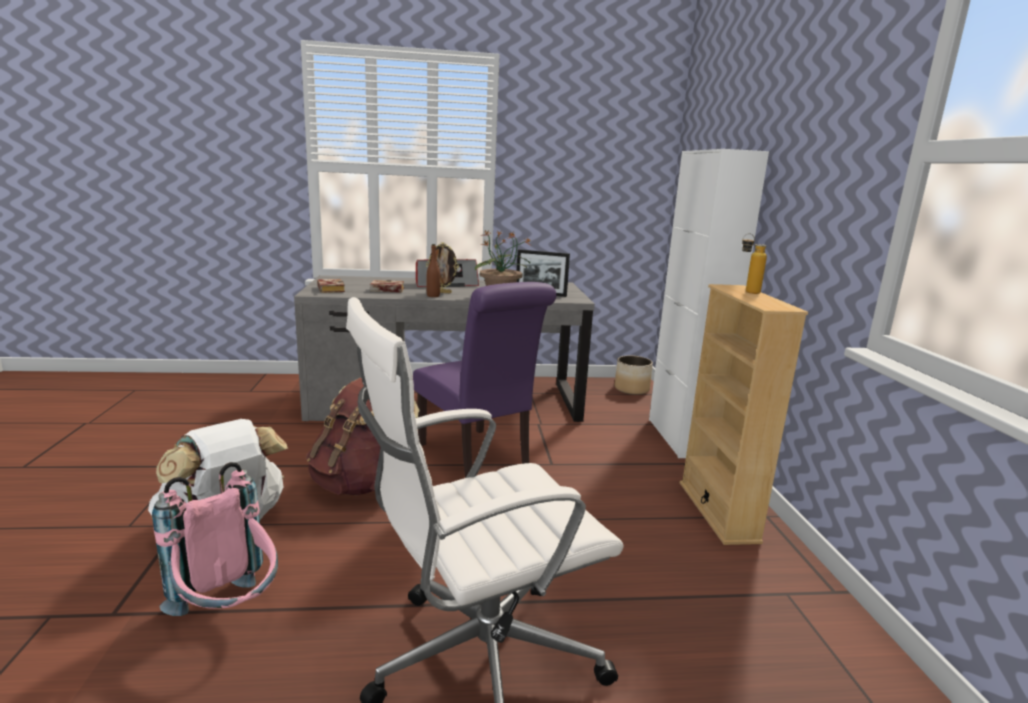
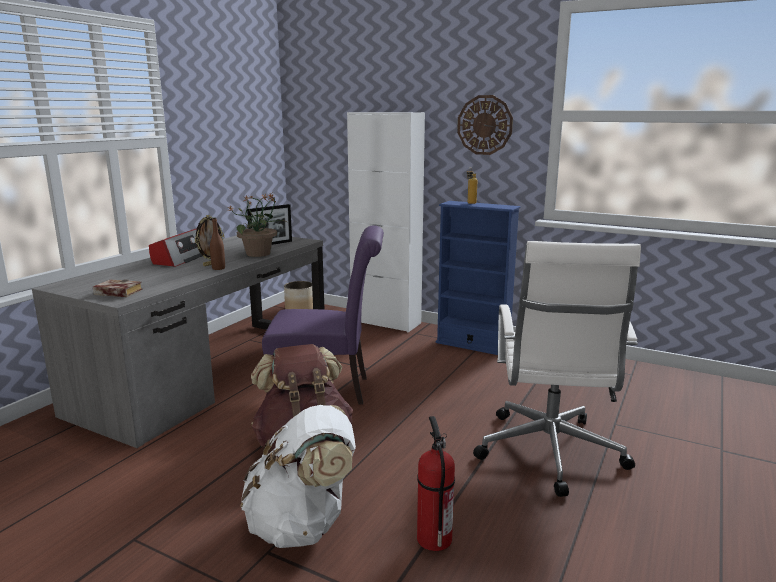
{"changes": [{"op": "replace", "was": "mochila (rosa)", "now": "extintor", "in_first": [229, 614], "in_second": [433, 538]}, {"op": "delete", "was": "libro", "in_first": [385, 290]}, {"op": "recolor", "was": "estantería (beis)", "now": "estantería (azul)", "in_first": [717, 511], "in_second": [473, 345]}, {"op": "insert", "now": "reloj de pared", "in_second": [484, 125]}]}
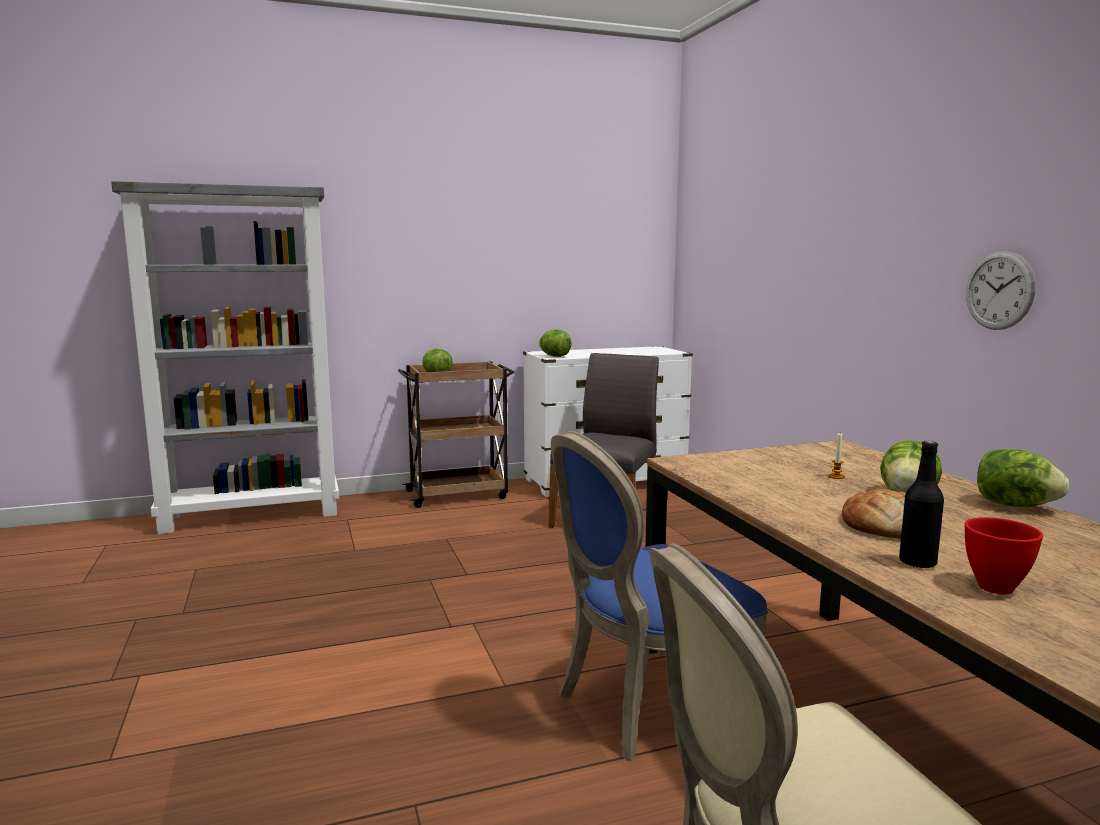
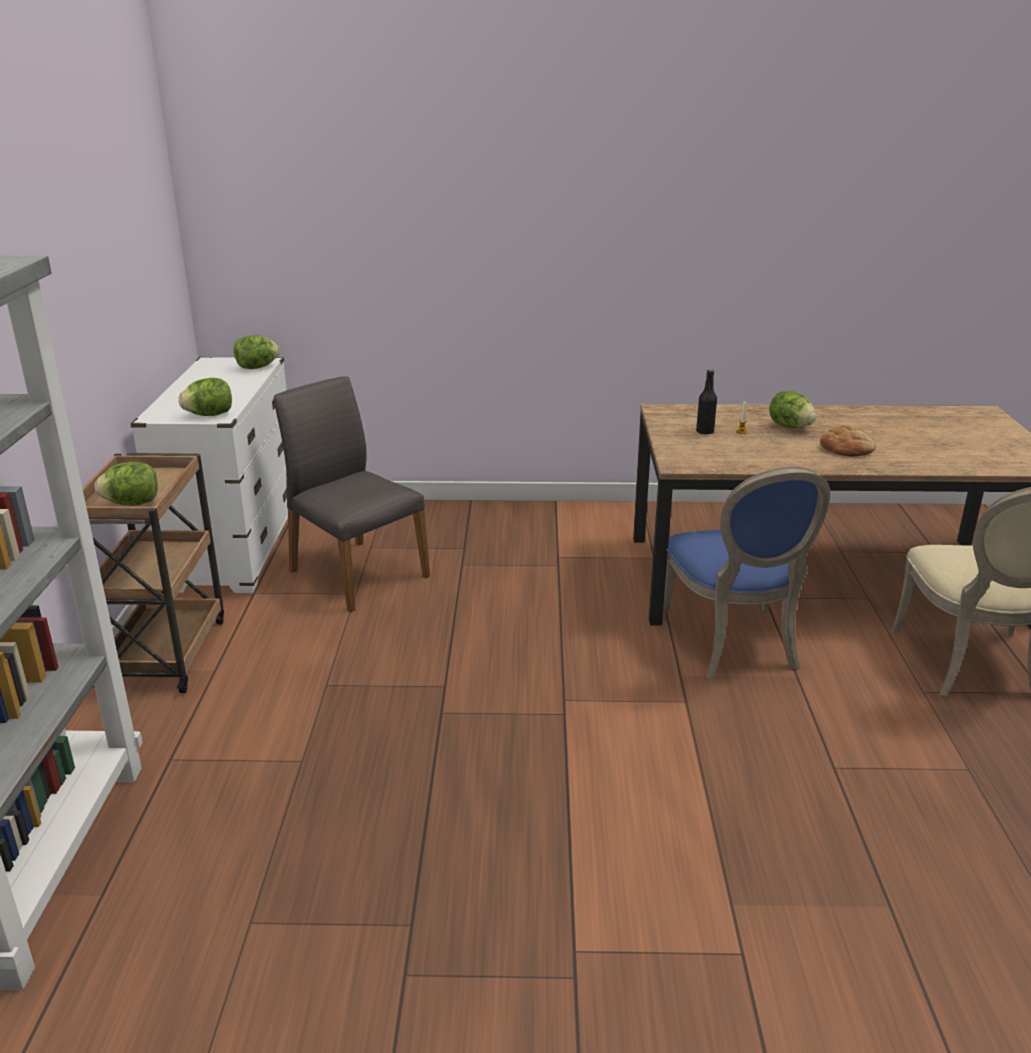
{"changes": [{"op": "move", "was": "botella (negro)", "in_first": [917, 563], "in_second": [705, 432]}, {"op": "delete", "was": "cuenco (rojo)", "in_first": [993, 587]}, {"op": "delete", "was": "reloj de pared", "in_first": [999, 290]}, {"op": "move", "was": "lechuga", "in_first": [1014, 505], "in_second": [257, 367]}]}
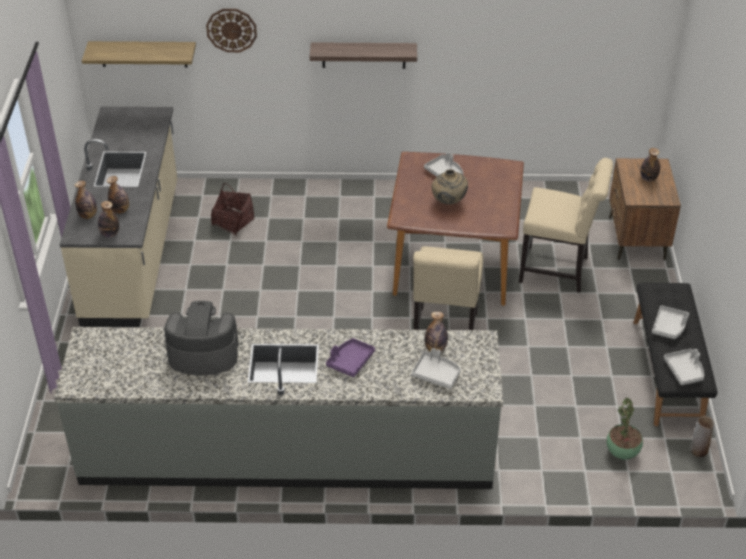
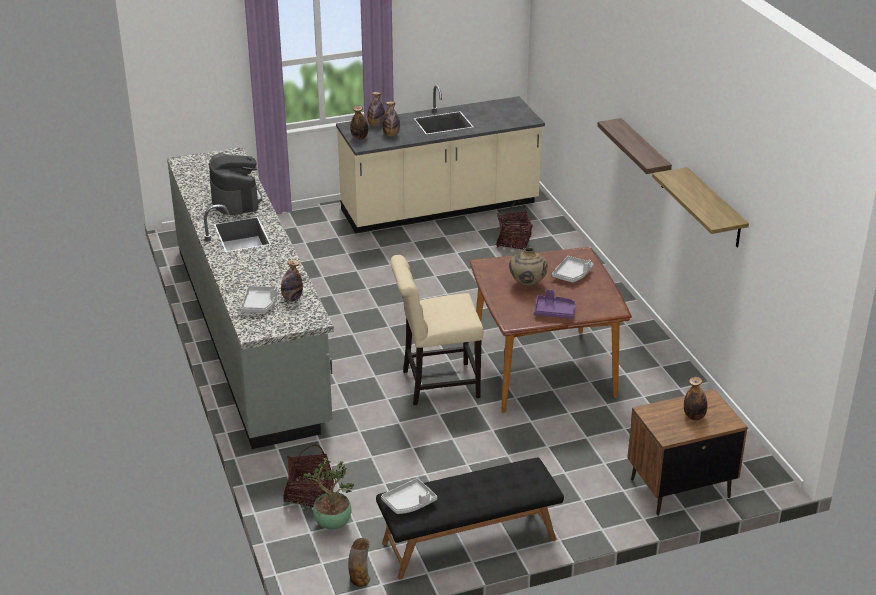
{"changes": [{"op": "move", "was": "estante", "in_first": [143, 54], "in_second": [715, 209]}, {"op": "delete", "was": "reloj de pared", "in_first": [231, 30]}, {"op": "move", "was": "bandeja (morado)", "in_first": [350, 361], "in_second": [554, 312]}, {"op": "delete", "was": "silla (beis)", "in_first": [558, 271]}, {"op": "delete", "was": "bandeja (gris)", "in_first": [669, 327]}, {"op": "insert", "now": "cesta", "in_second": [308, 494]}]}
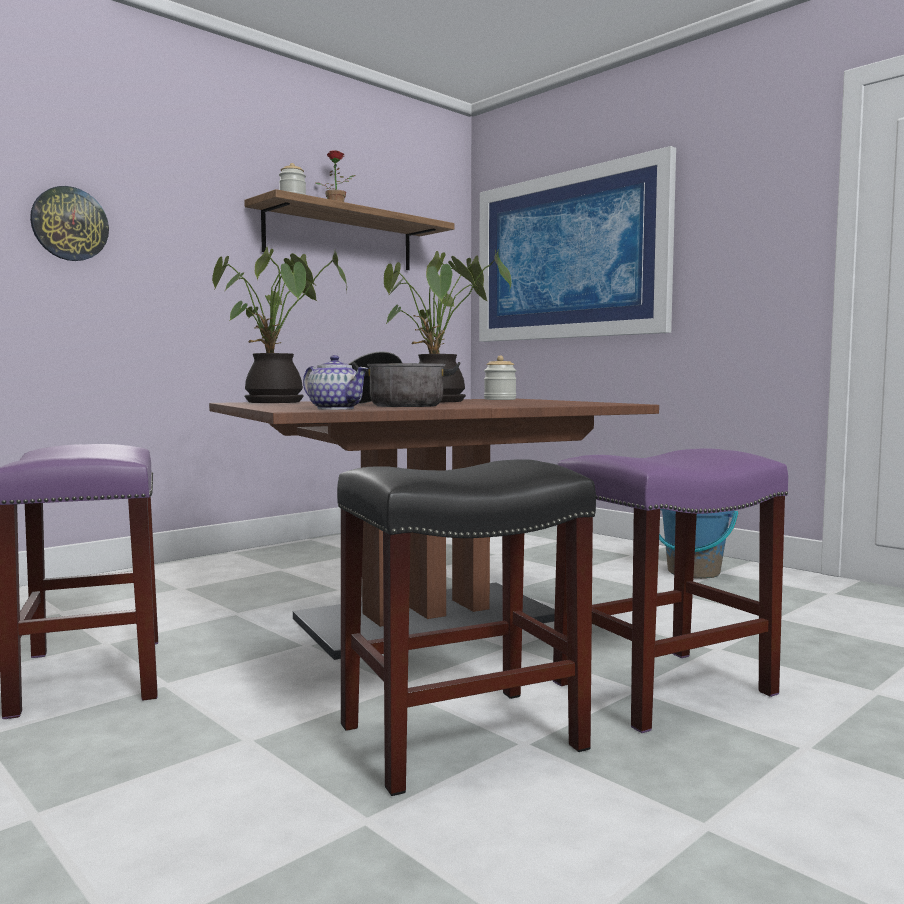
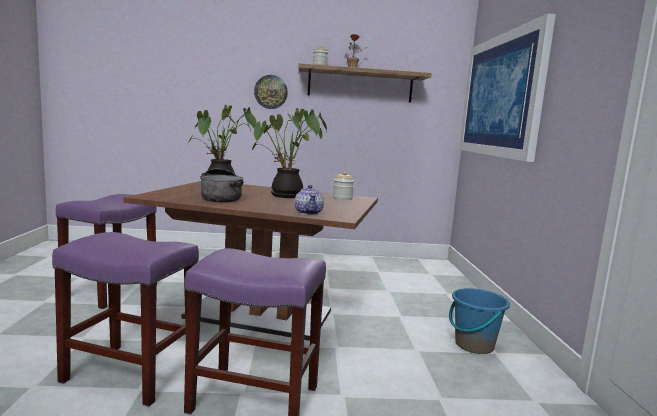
{"changes": [{"op": "move", "was": "reloj de pared", "in_first": [69, 224], "in_second": [271, 92]}, {"op": "move", "was": "tetera", "in_first": [335, 408], "in_second": [309, 213]}, {"op": "recolor", "was": "taburete (negro)", "now": "taburete (morado)", "in_first": [459, 738], "in_second": [129, 374]}]}
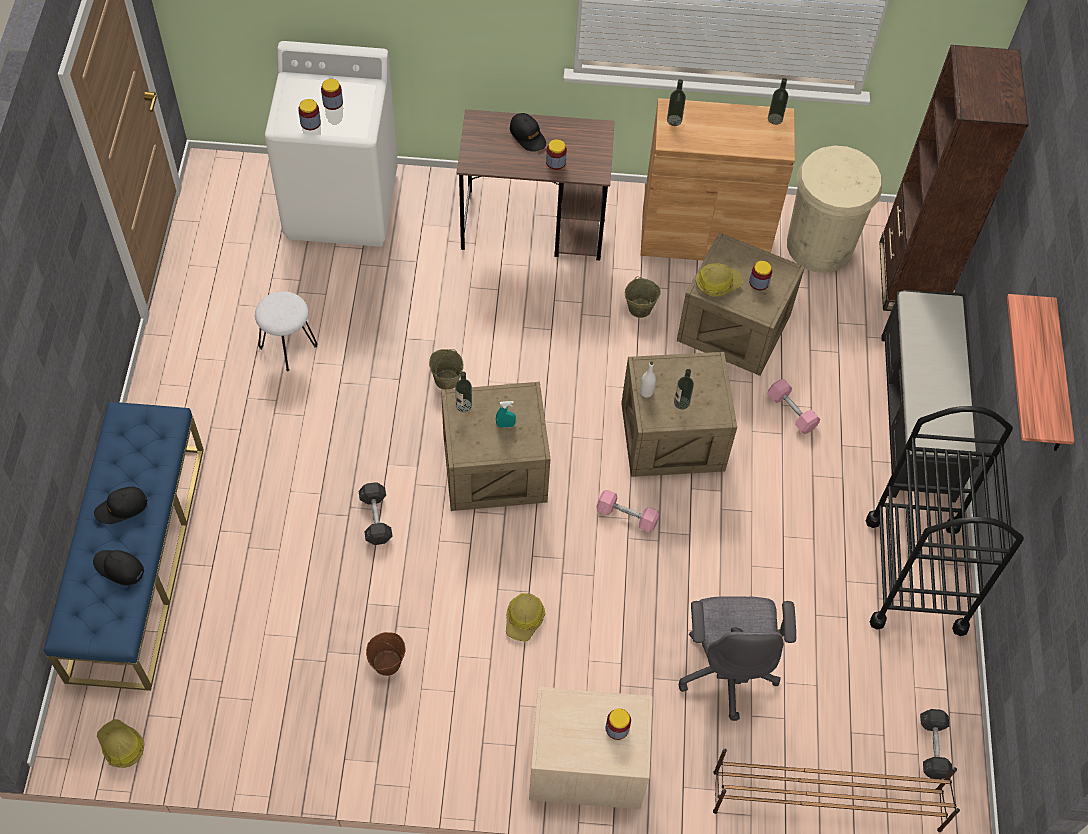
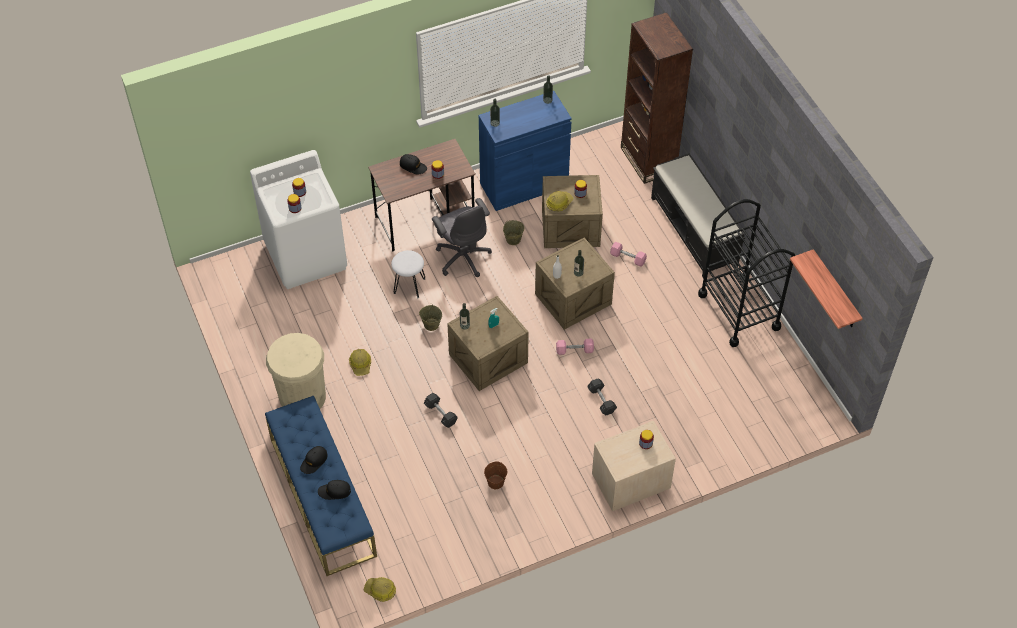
{"changes": [{"op": "move", "was": "taburete (blanco)", "in_first": [288, 346], "in_second": [409, 286]}, {"op": "move", "was": "casco", "in_first": [524, 619], "in_second": [361, 364]}, {"op": "recolor", "was": "armario (marrón)", "now": "armario (azul)", "in_first": [704, 235], "in_second": [524, 185]}, {"op": "move", "was": "silla de oficina (gris)", "in_first": [727, 669], "in_second": [463, 257]}, {"op": "delete", "was": "zapatero (marrón)", "in_first": [825, 800]}, {"op": "move", "was": "papelera (beis)", "in_first": [820, 246], "in_second": [302, 397]}, {"op": "move", "was": "mancuerna (gris)", "in_first": [933, 748], "in_second": [601, 400]}, {"op": "move", "was": "estante", "in_first": [1057, 381], "in_second": [835, 291]}]}
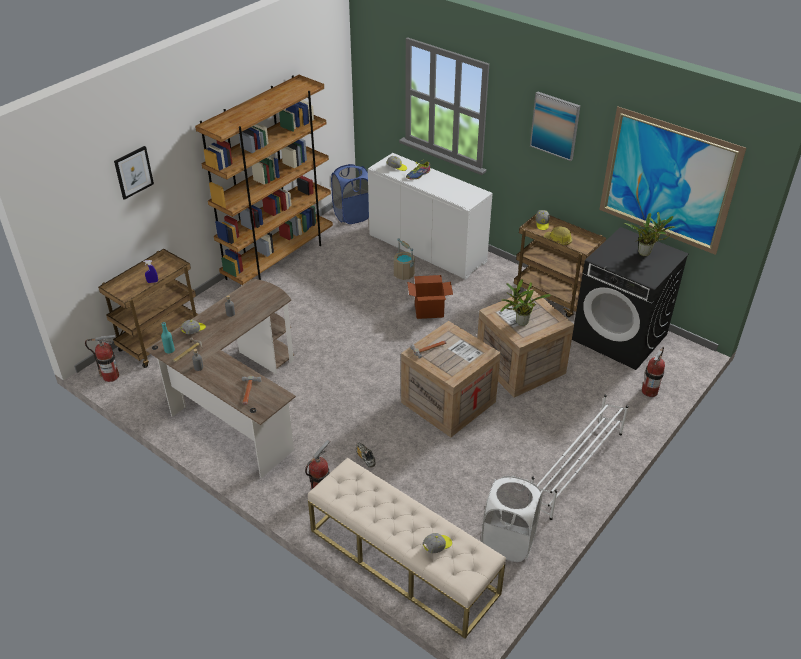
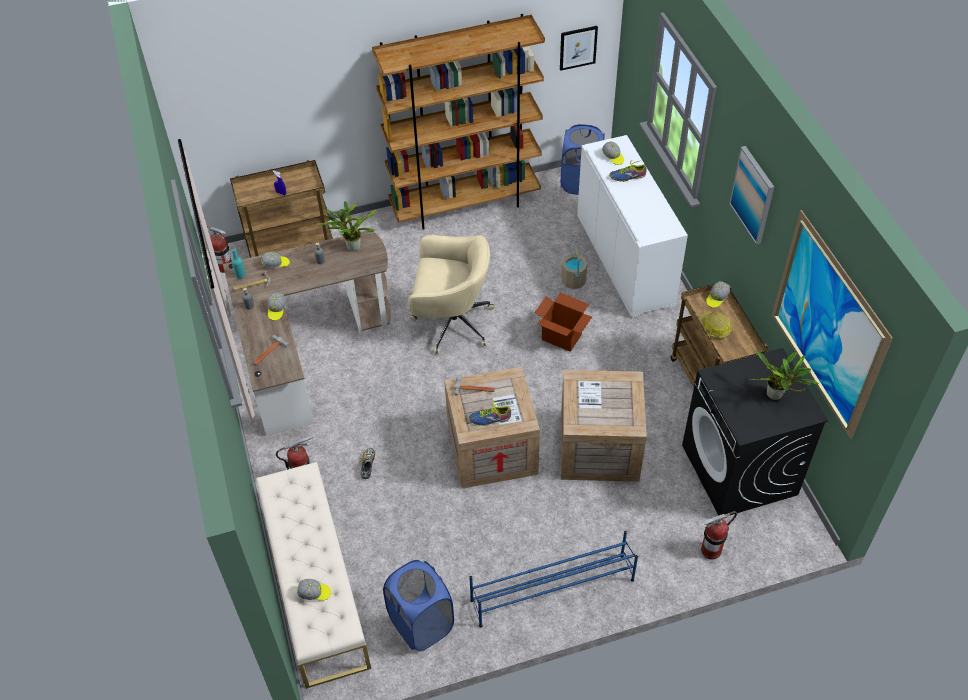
{"changes": [{"op": "move", "was": "cuadro", "in_first": [133, 172], "in_second": [578, 47]}, {"op": "recolor", "was": "cesto de la ropa (blanco)", "now": "cesto de la ropa (azul)", "in_first": [508, 542], "in_second": [421, 624]}, {"op": "move", "was": "planta en maceta", "in_first": [520, 323], "in_second": [352, 247]}, {"op": "recolor", "was": "zapatero (blanco)", "now": "zapatero (azul)", "in_first": [575, 468], "in_second": [551, 590]}, {"op": "insert", "now": "gorra", "in_second": [277, 309]}, {"op": "insert", "now": "silla de oficina (beis)", "in_second": [451, 323]}, {"op": "insert", "now": "zapato", "in_second": [490, 418]}]}
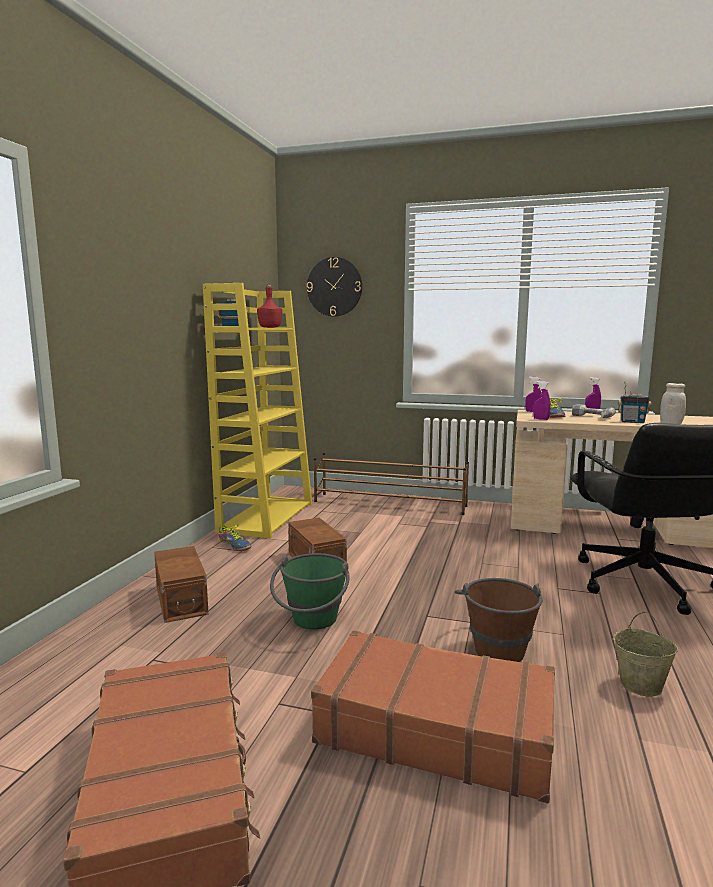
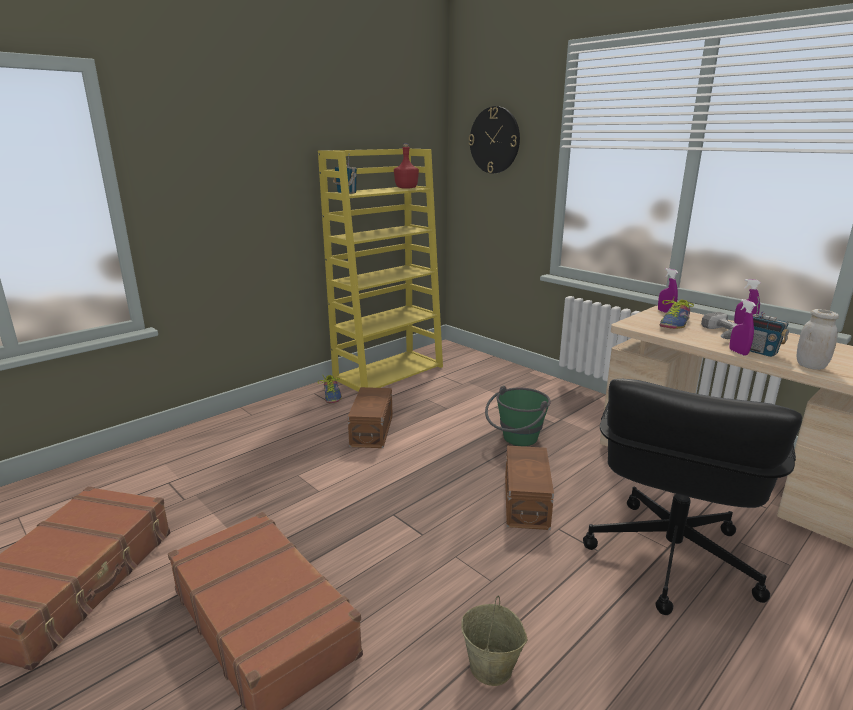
{"changes": [{"op": "move", "was": "caja de almacenaje (marrón)", "in_first": [182, 599], "in_second": [527, 501]}, {"op": "move", "was": "cubo (verde)", "in_first": [312, 623], "in_second": [516, 440]}, {"op": "delete", "was": "zapatero (marrón)", "in_first": [390, 504]}, {"op": "delete", "was": "cubo (marrón)", "in_first": [496, 645]}, {"op": "move", "was": "pulverizador (morado)", "in_first": [541, 419], "in_second": [738, 352]}]}
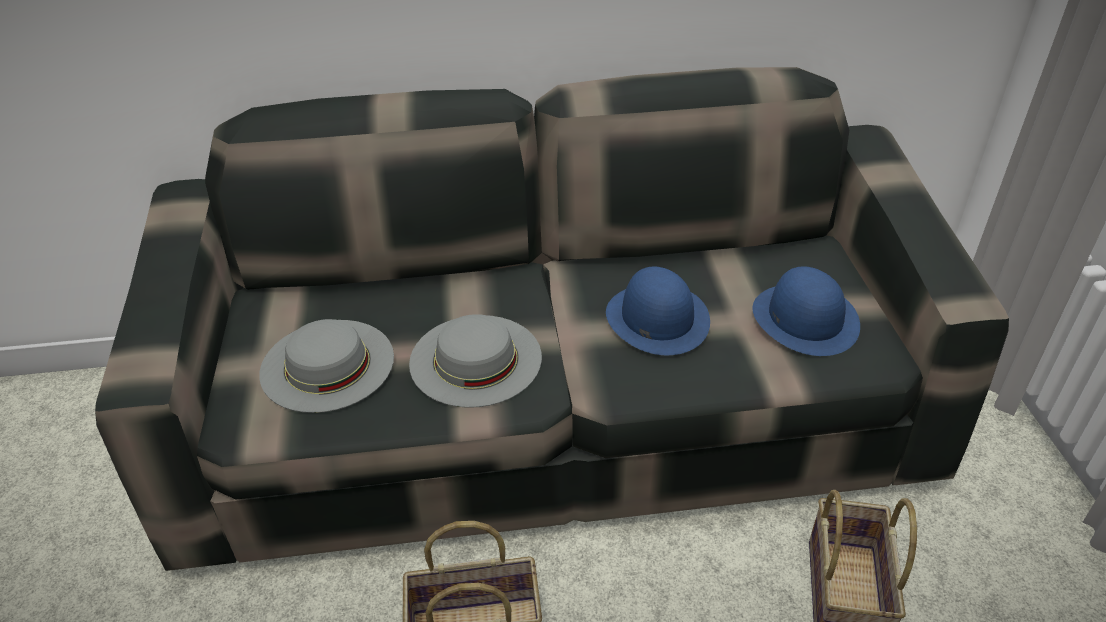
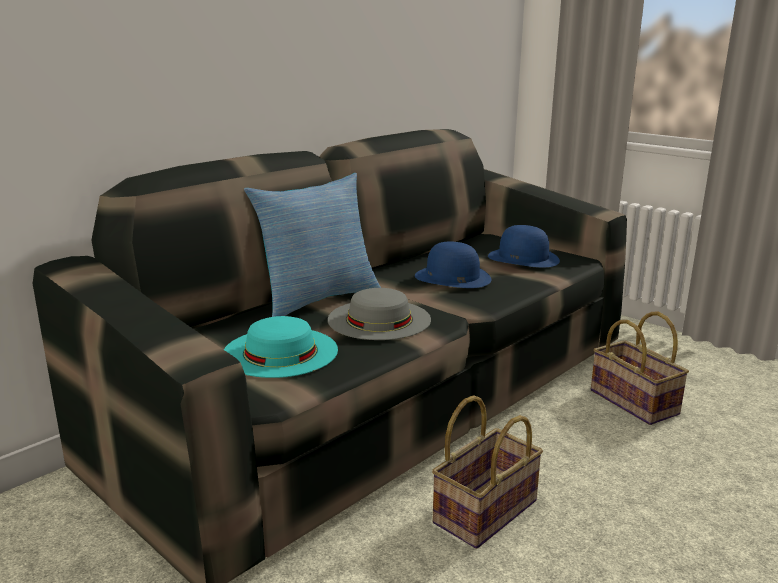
{"changes": [{"op": "recolor", "was": "sombrero (gris)", "now": "sombrero (turquesa)", "in_first": [327, 364], "in_second": [280, 351]}, {"op": "insert", "now": "cojín", "in_second": [317, 299]}]}
